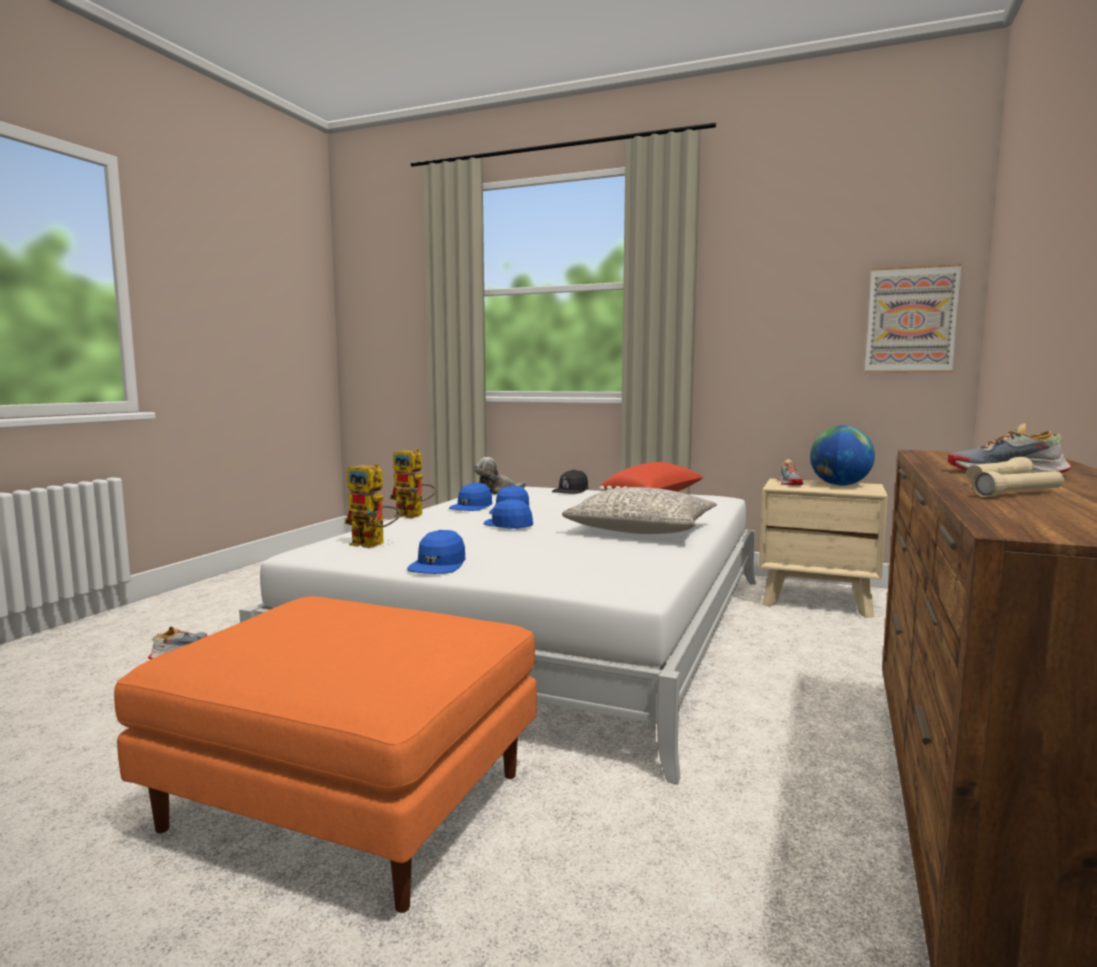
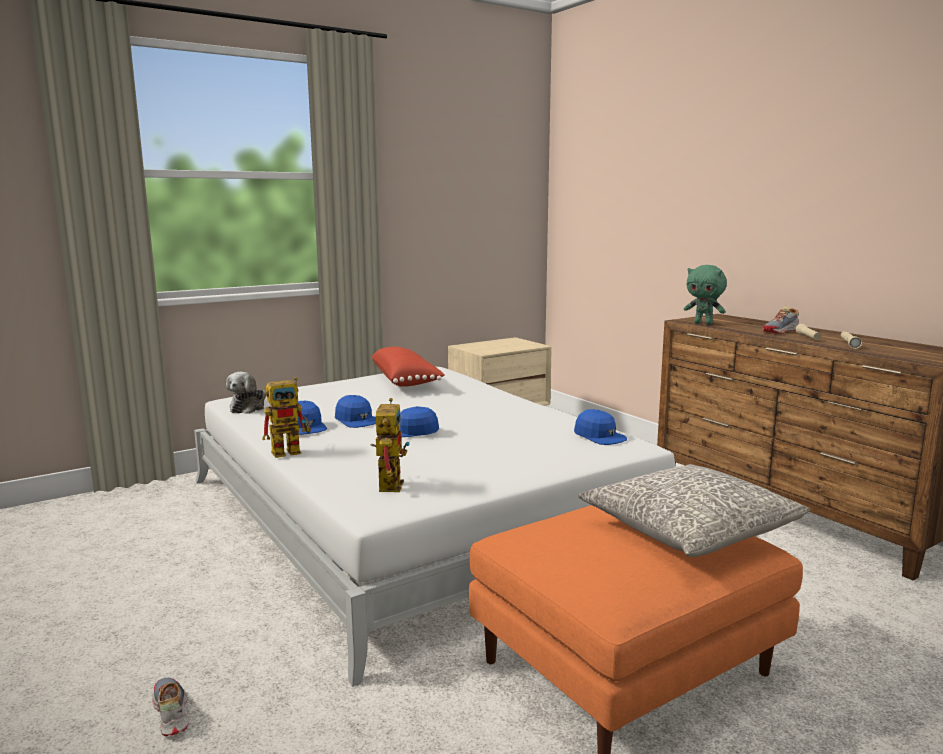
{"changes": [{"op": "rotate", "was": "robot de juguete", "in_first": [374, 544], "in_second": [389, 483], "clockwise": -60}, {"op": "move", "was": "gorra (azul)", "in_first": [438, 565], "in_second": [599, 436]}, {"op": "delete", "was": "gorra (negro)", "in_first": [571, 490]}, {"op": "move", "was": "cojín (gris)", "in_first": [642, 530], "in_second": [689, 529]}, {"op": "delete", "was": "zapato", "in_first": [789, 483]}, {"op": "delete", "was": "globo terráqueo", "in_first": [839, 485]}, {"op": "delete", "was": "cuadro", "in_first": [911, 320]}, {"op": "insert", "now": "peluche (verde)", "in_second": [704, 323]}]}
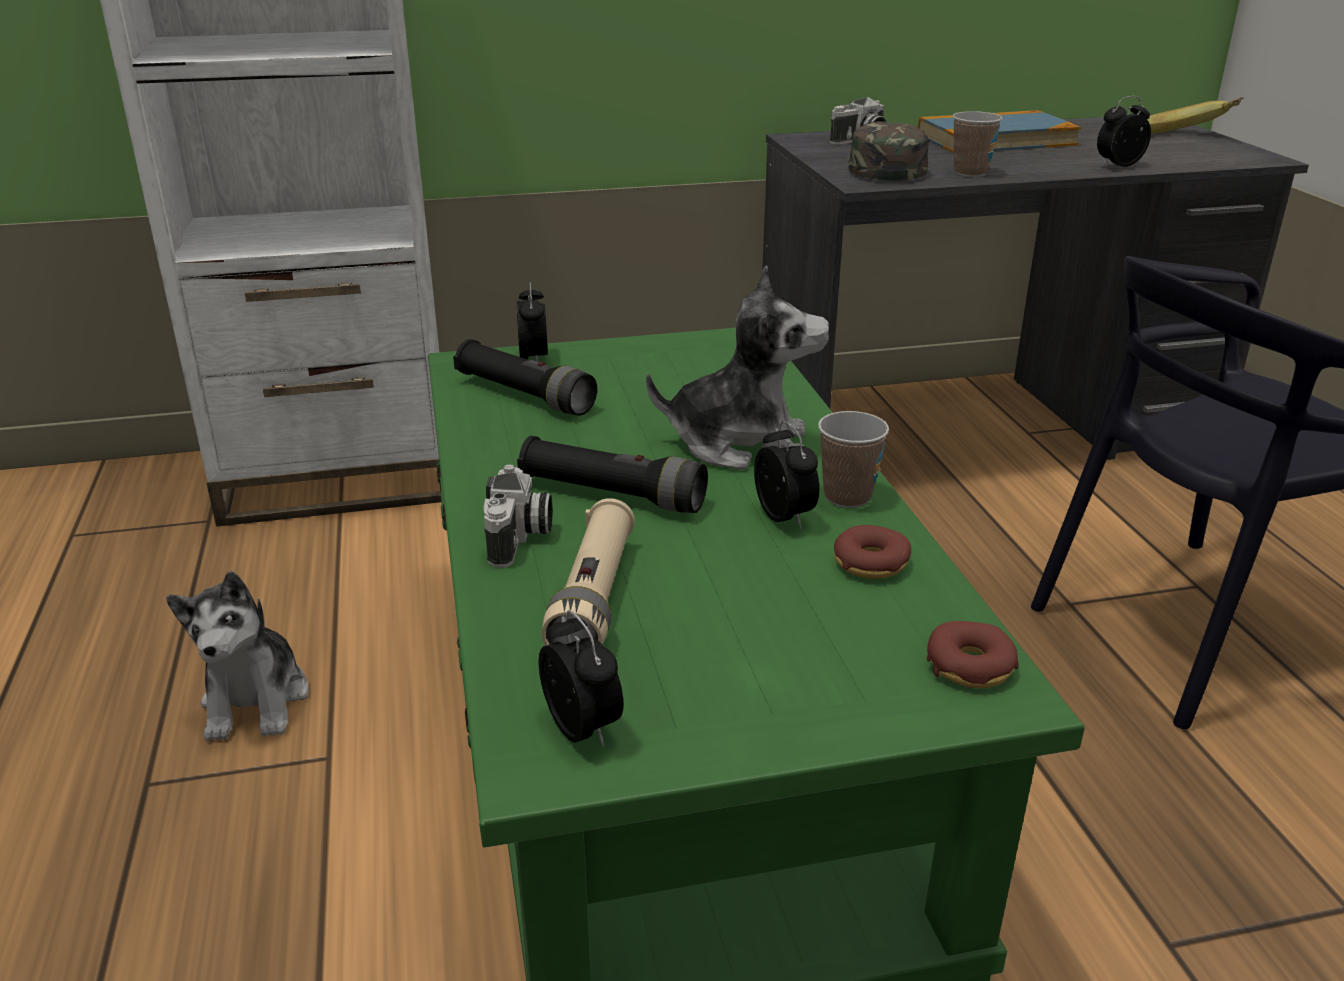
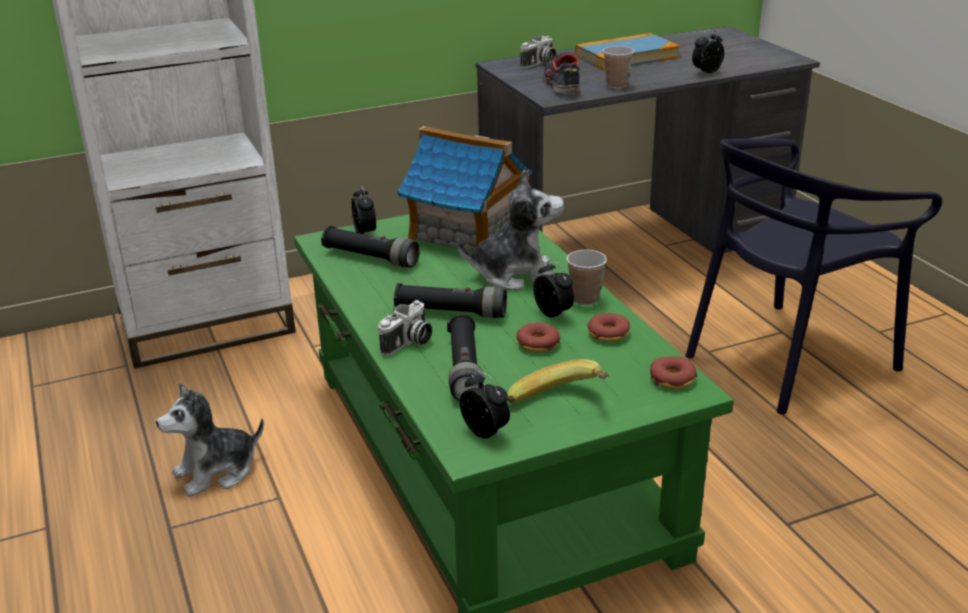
{"changes": [{"op": "rotate", "was": "peluche", "in_first": [256, 701], "in_second": [216, 472], "clockwise": 75}, {"op": "rotate", "was": "cámara", "in_first": [520, 538], "in_second": [408, 343], "clockwise": 45}, {"op": "recolor", "was": "linterna (beis)", "now": "linterna (negro)", "in_first": [594, 598], "in_second": [464, 370]}, {"op": "replace", "was": "gorra (verde)", "now": "zapato", "in_first": [883, 167], "in_second": [561, 85]}, {"op": "move", "was": "plátano", "in_first": [1186, 138], "in_second": [561, 404]}, {"op": "insert", "now": "casita", "in_second": [467, 231]}, {"op": "insert", "now": "rosquilla", "in_second": [537, 344]}]}
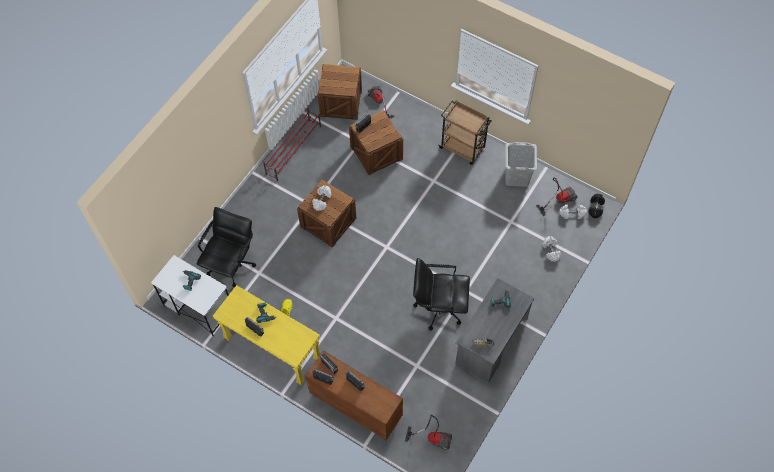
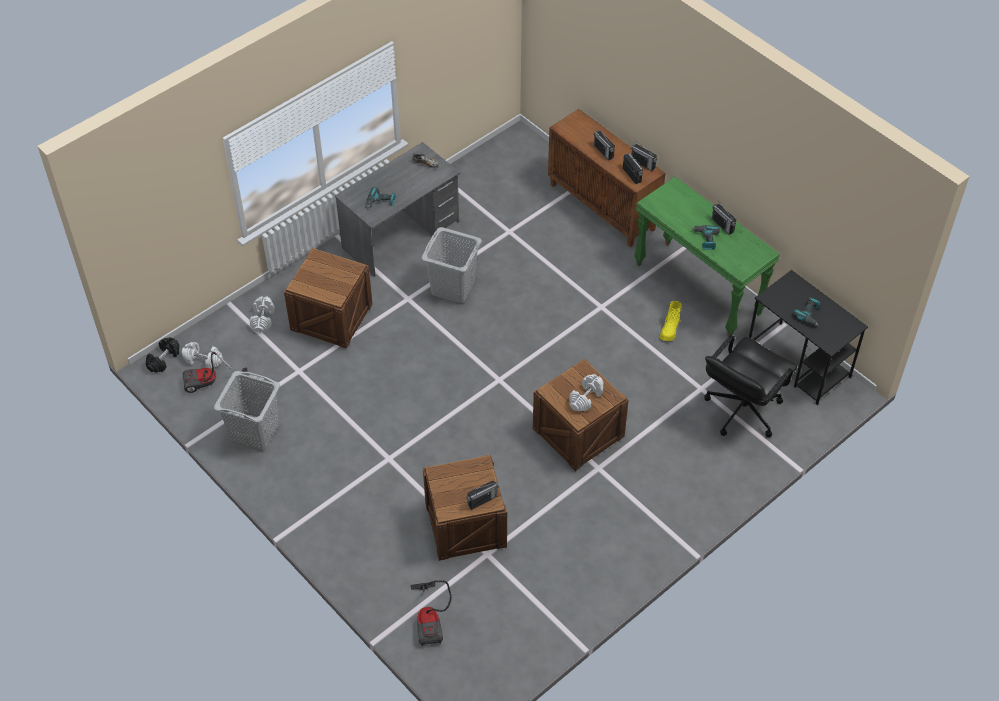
{"changes": [{"op": "recolor", "was": "escritorio (blanco)", "now": "escritorio (negro)", "in_first": [198, 307], "in_second": [799, 363]}, {"op": "recolor", "was": "mesa consola (amarillo)", "now": "mesa consola (verde)", "in_first": [272, 350], "in_second": [698, 289]}, {"op": "delete", "was": "zapatero (rojo)", "in_first": [294, 150]}, {"op": "move", "was": "caja de embalaje", "in_first": [341, 103], "in_second": [331, 318]}, {"op": "delete", "was": "aspiradora", "in_first": [433, 438]}, {"op": "replace", "was": "silla de oficina (negro)", "now": "cesto de la ropa (gris)", "in_first": [439, 307], "in_second": [453, 288]}, {"op": "delete", "was": "carrito (marrón)", "in_first": [463, 148]}]}
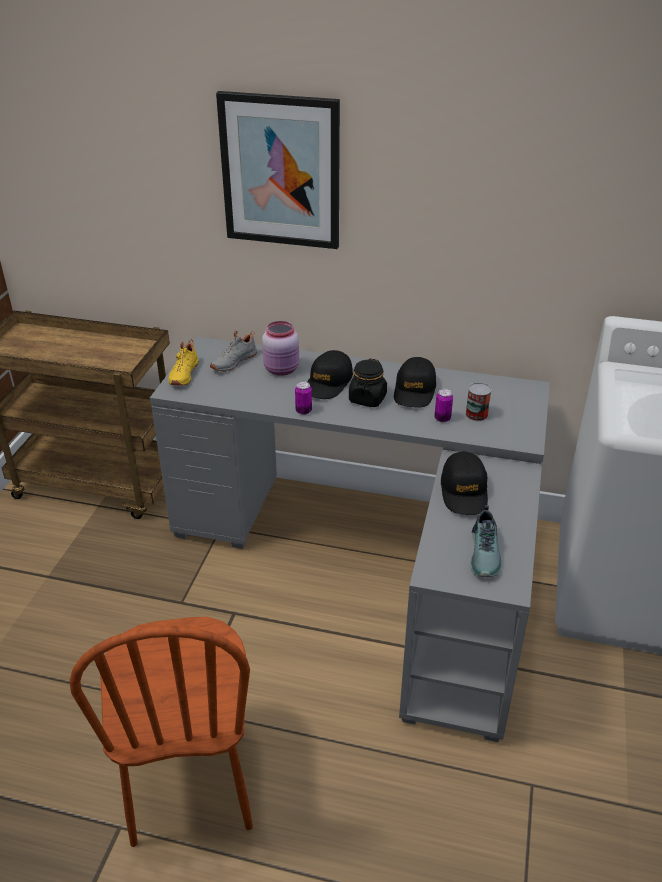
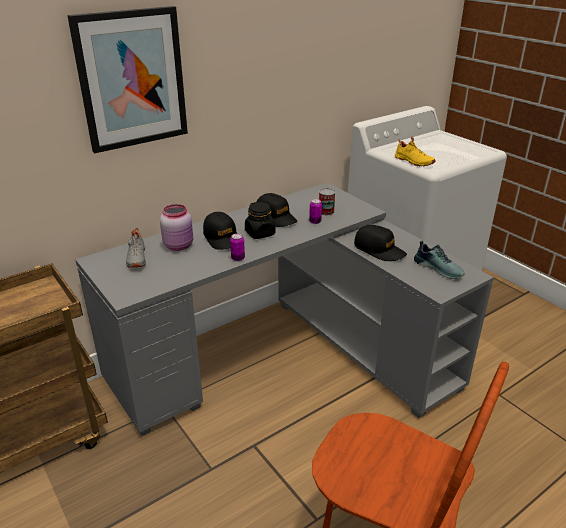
{"changes": [{"op": "move", "was": "zapato (amarillo)", "in_first": [183, 374], "in_second": [413, 162]}]}
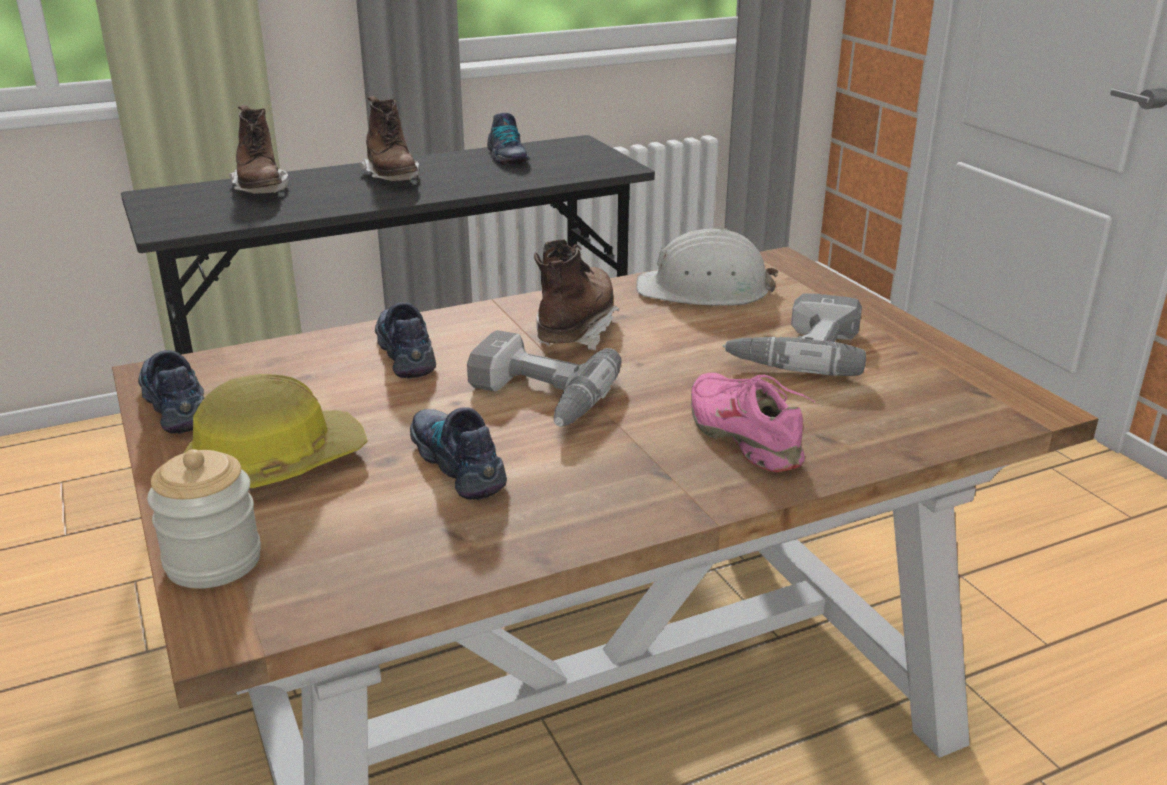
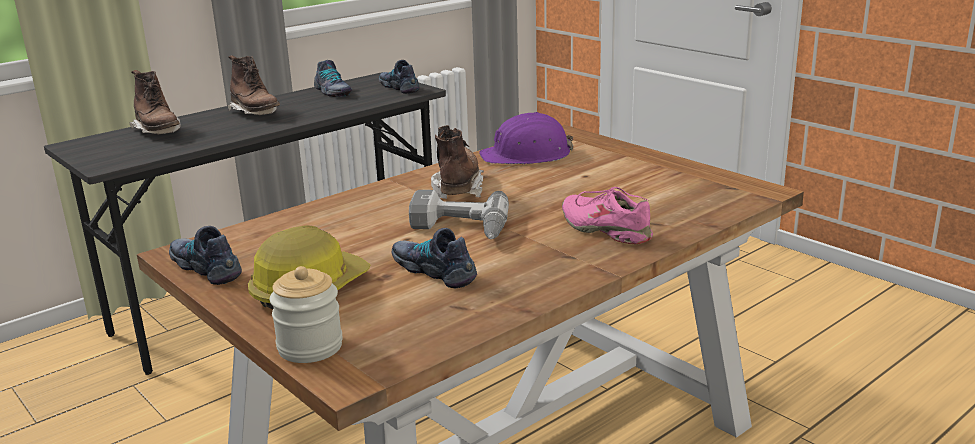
{"changes": [{"op": "move", "was": "zapato", "in_first": [407, 352], "in_second": [399, 87]}, {"op": "recolor", "was": "casco (blanco)", "now": "casco (morado)", "in_first": [704, 289], "in_second": [527, 155]}, {"op": "delete", "was": "taladro", "in_first": [796, 350]}]}
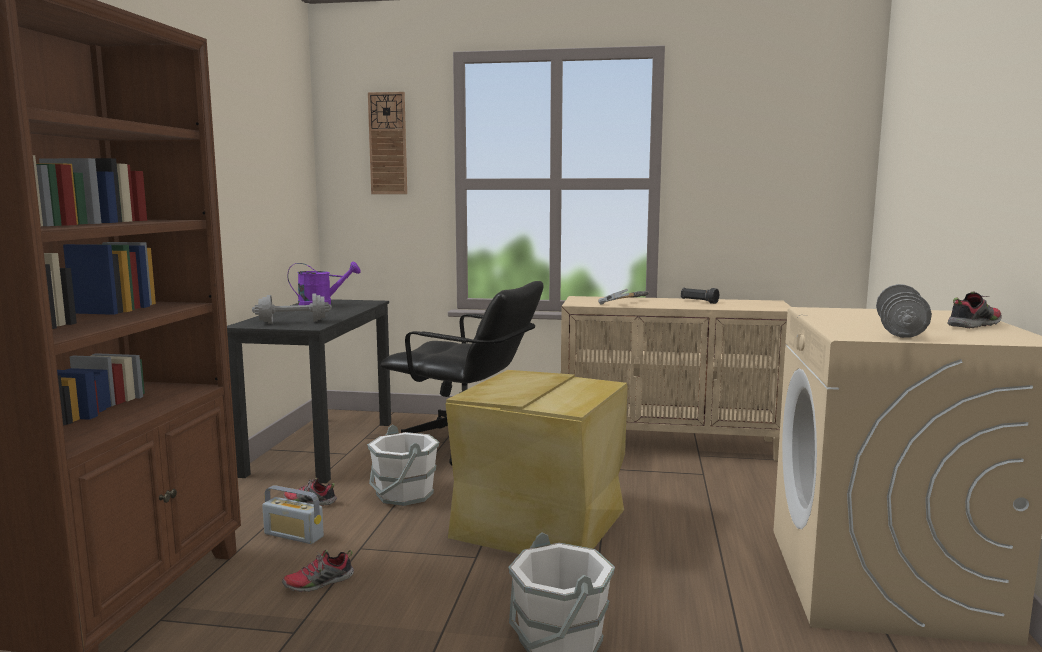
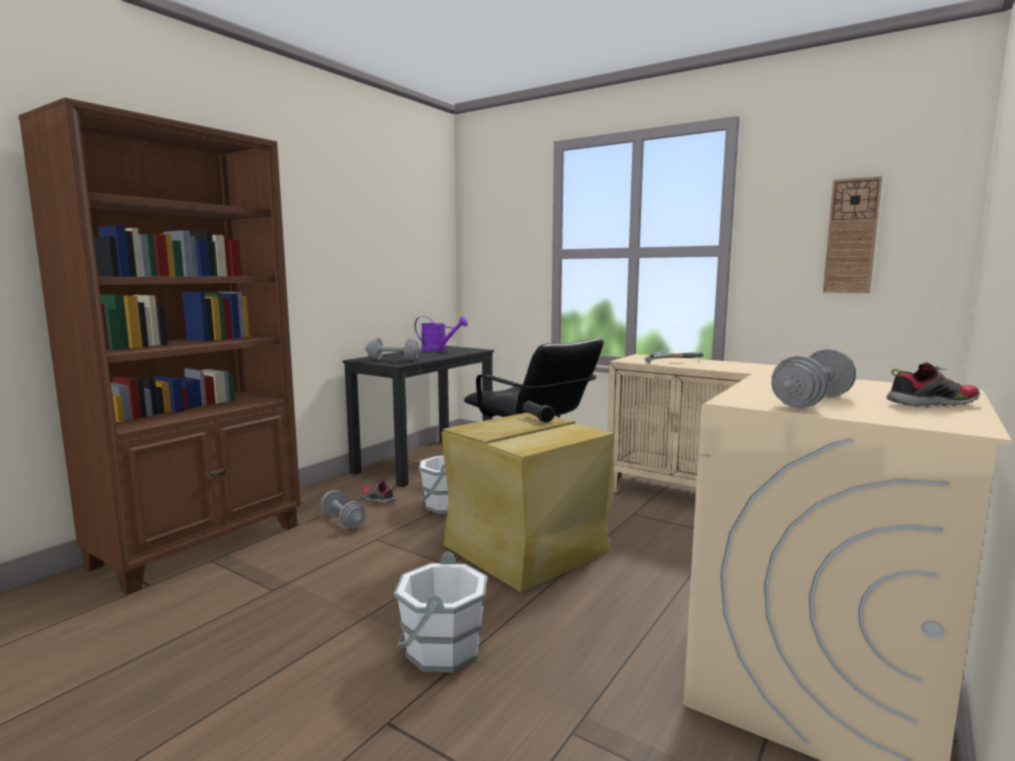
{"changes": [{"op": "replace", "was": "radio", "now": "mancuerna (gris)", "in_first": [294, 535], "in_second": [343, 521]}, {"op": "delete", "was": "zapato", "in_first": [319, 583]}, {"op": "move", "was": "reloj de pared", "in_first": [388, 143], "in_second": [851, 236]}, {"op": "move", "was": "linterna (negro)", "in_first": [698, 302], "in_second": [537, 418]}]}
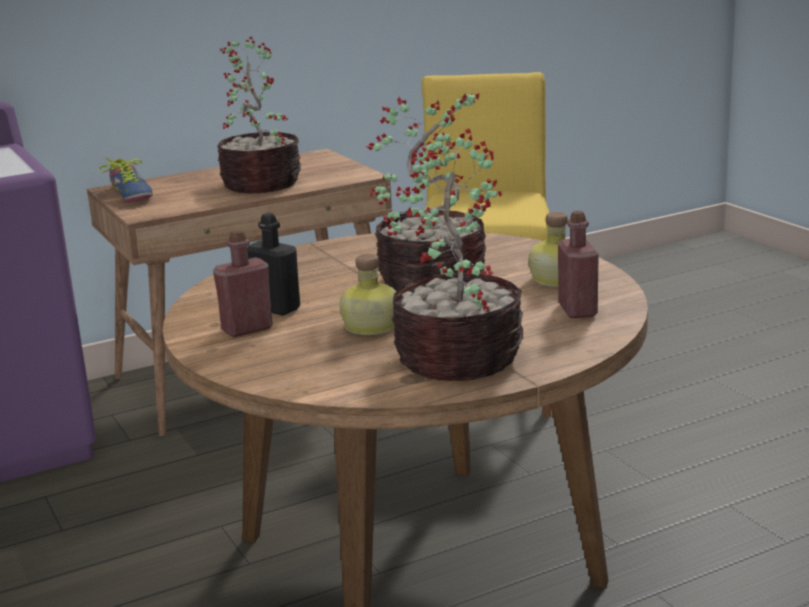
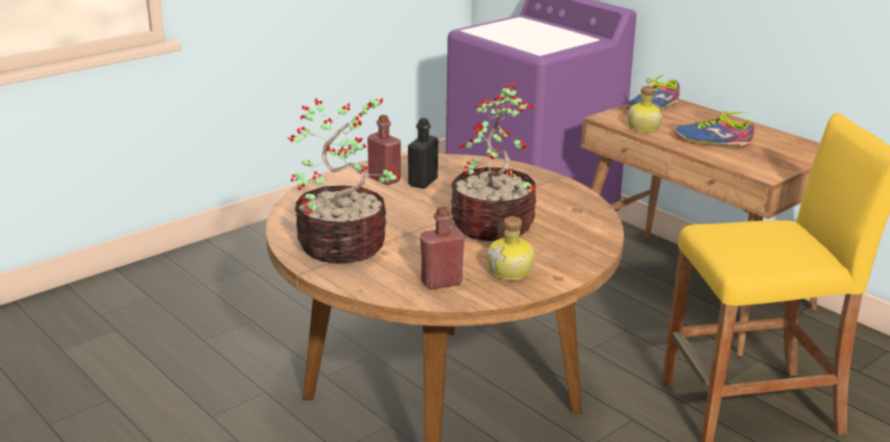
{"changes": [{"op": "replace", "was": "planta en maceta", "now": "zapato", "in_first": [260, 183], "in_second": [713, 141]}, {"op": "move", "was": "botella", "in_first": [369, 327], "in_second": [643, 127]}]}
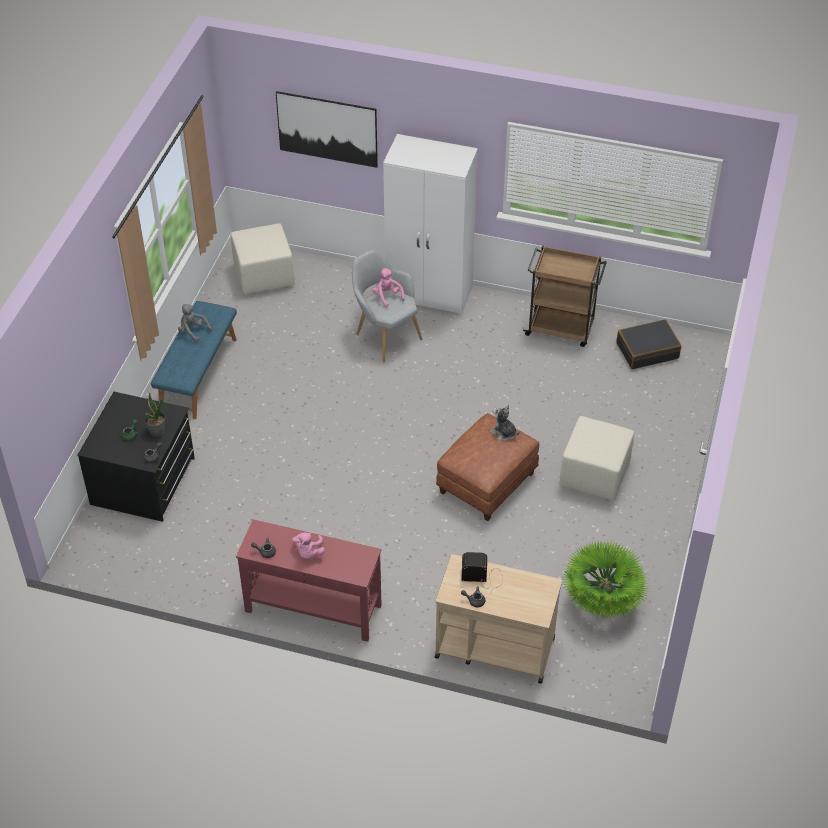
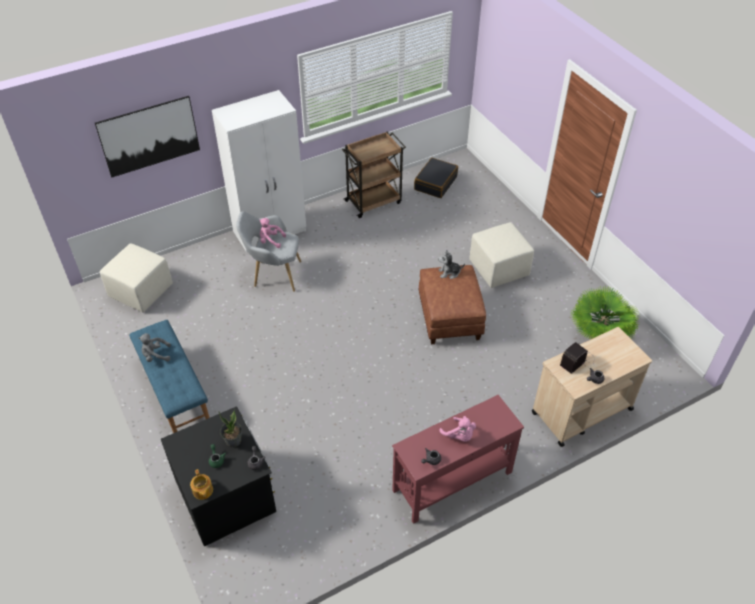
{"changes": [{"op": "insert", "now": "tetera", "in_second": [202, 491]}]}
